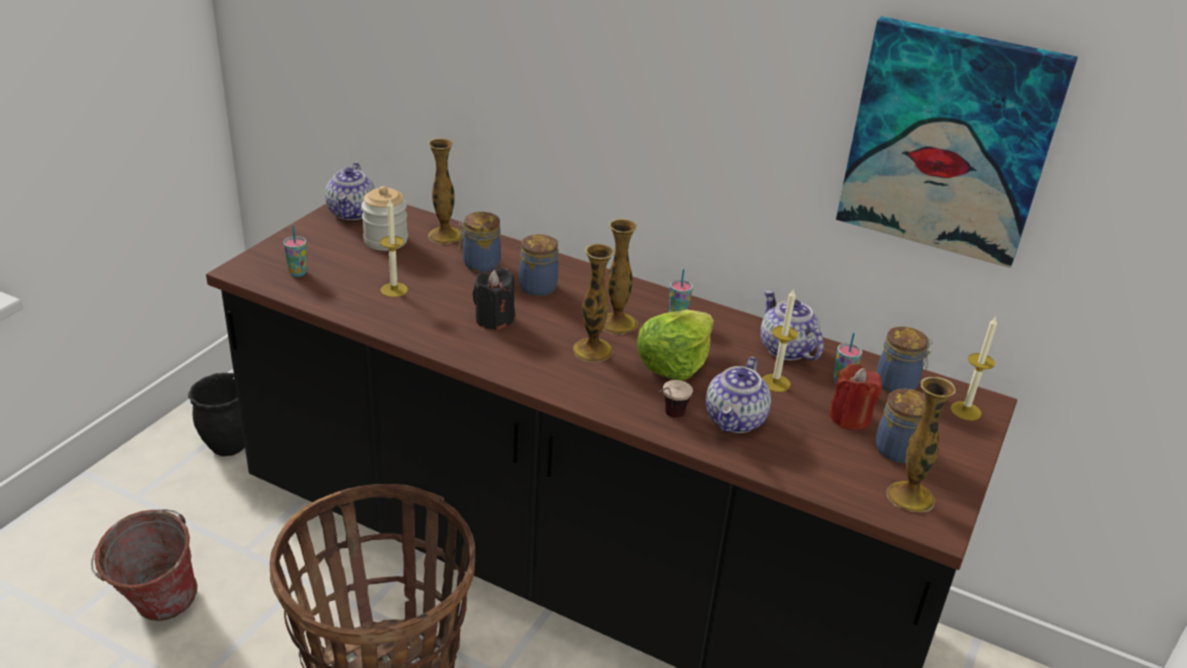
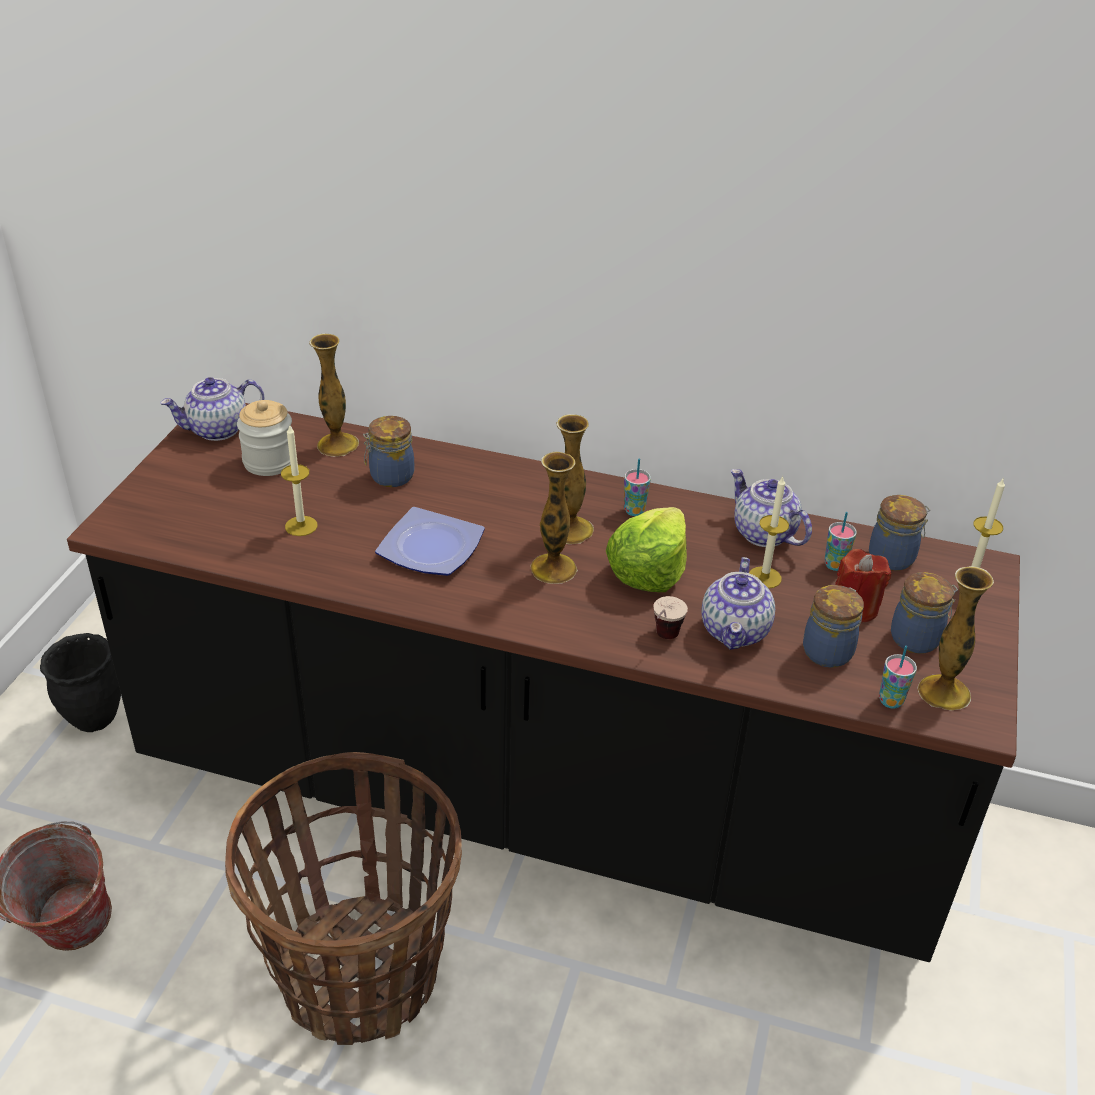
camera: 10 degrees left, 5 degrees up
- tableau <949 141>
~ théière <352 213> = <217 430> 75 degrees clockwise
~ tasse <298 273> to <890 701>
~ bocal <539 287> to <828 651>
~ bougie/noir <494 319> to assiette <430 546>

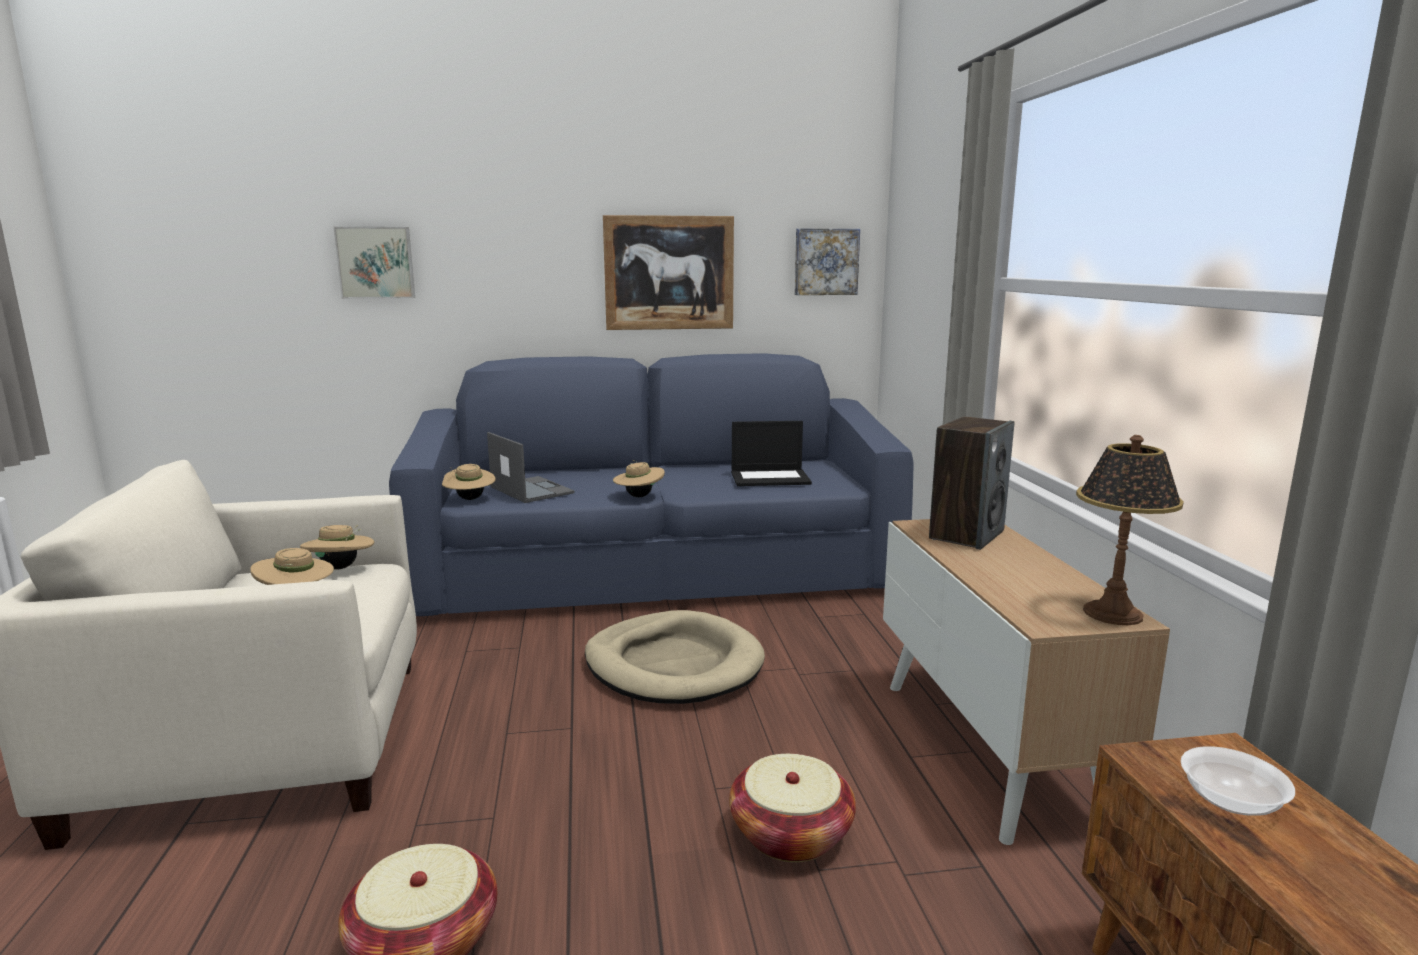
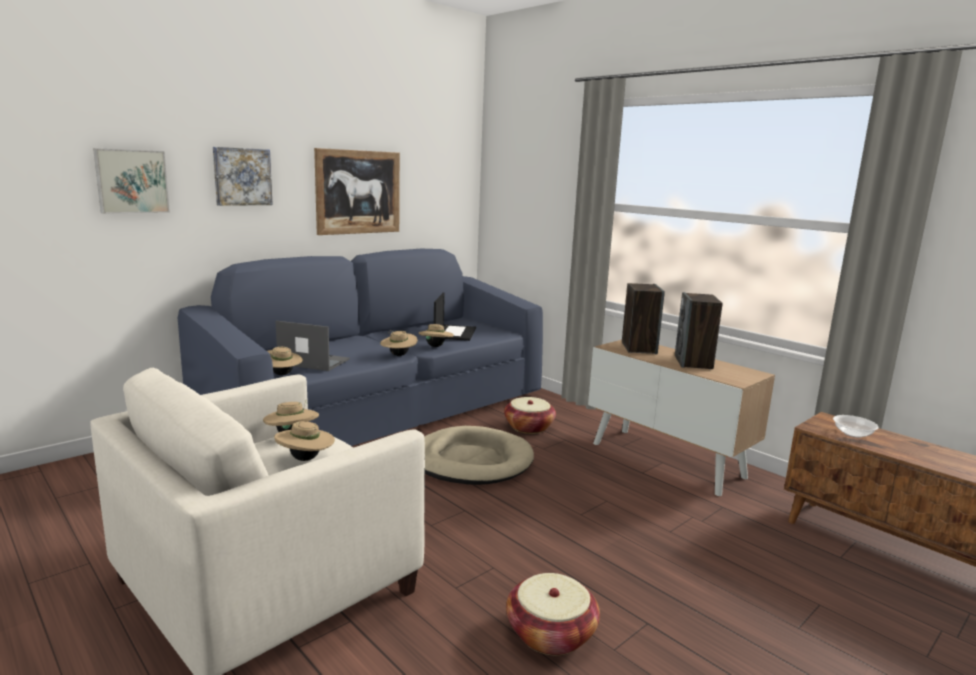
camera: 35 degrees left, 0 degrees up
~ tableau <826 262> to <242 176>
~ ordinateur portable <771 478> = <454 333> 45 degrees counterclockwise
- lampe de table <1113 614>
~ panier <790 834> to <529 427>
+ enceinte <693 362>
+ chapeau/beige <436 346>

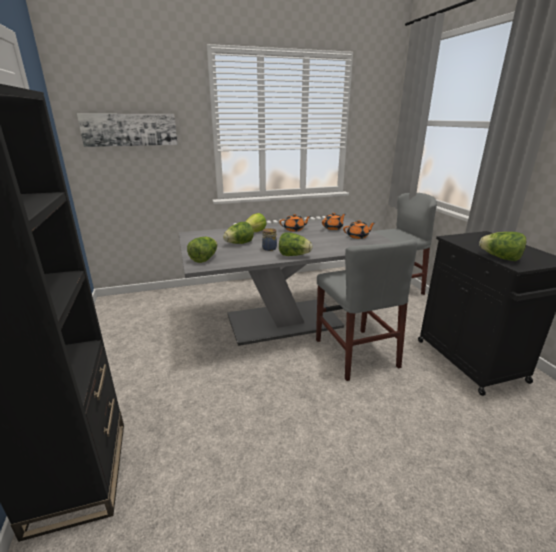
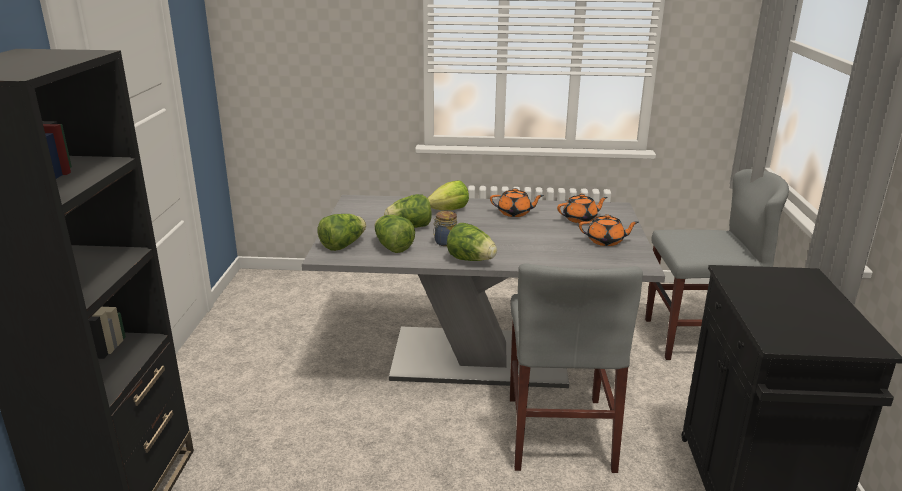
camera: 20 degrees right, 0 degrees up
- tableau <130 129>
~ laitue <500 258> to <392 247>

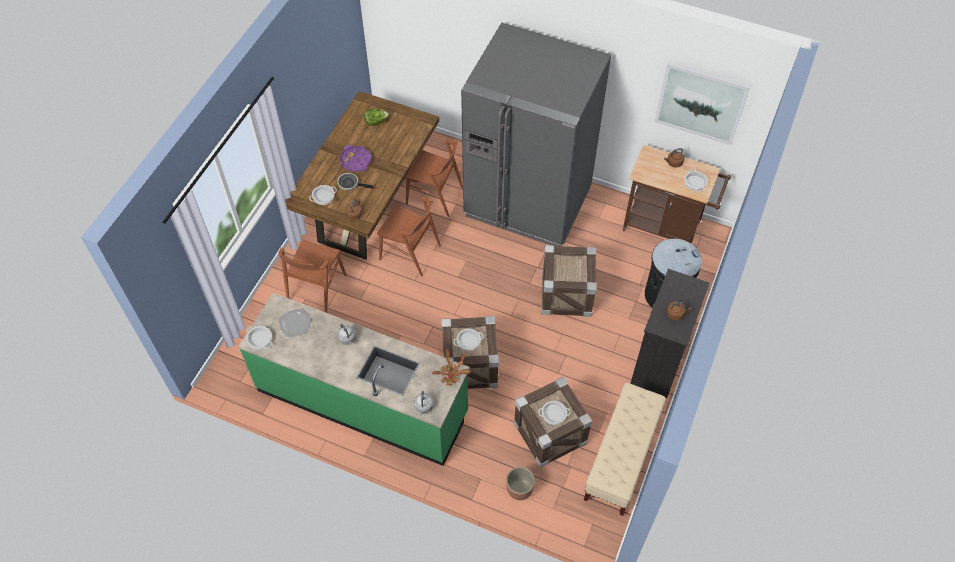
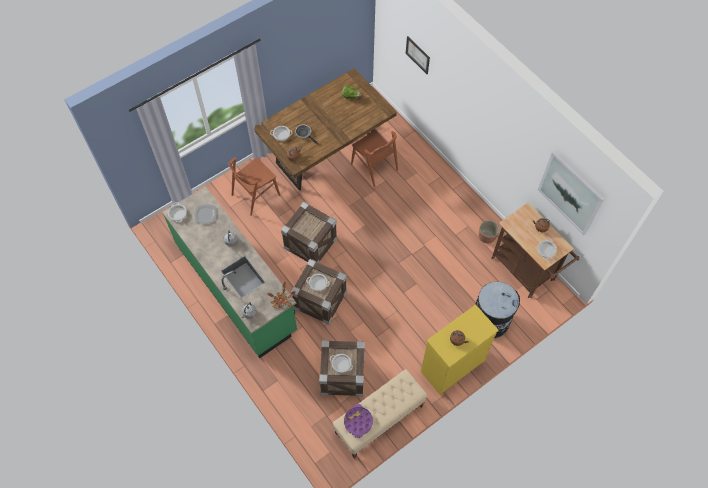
camera: 30 degrees right, 5 degrees up
- réfrigérateur/gris <528 201>
~ plateau/violet <355 161> to <358 421>
- chaise/marron <410 252>
~ caisse <566 294> to <310 243>
~ commode/noir <658 362> to commode/jaune <451 366>
~ cache-pot <519 489> to <486 237>
+ tableau <417 55>

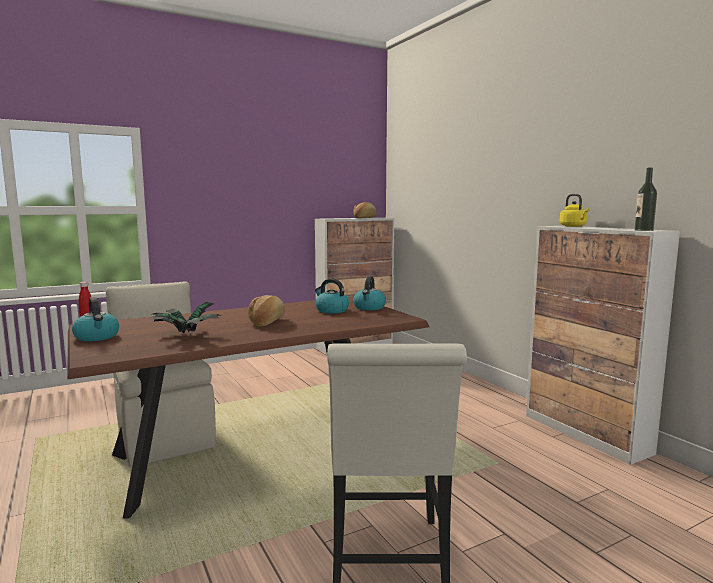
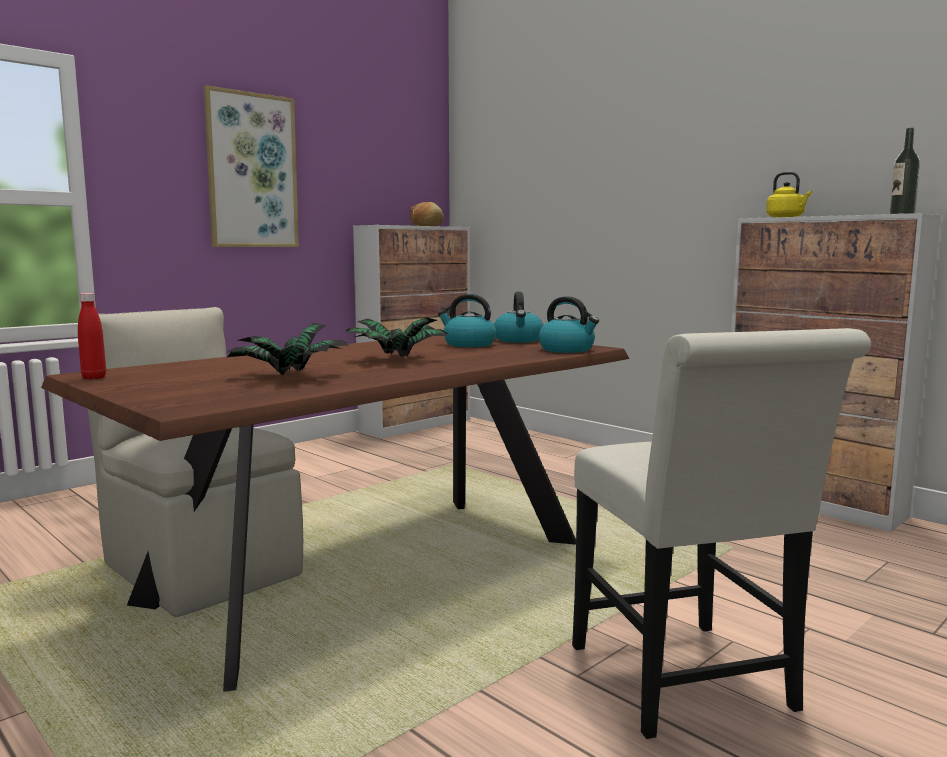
camera: 15 degrees left, 0 degrees up
~ pain <267 322> to plante en pot <395 359>
~ bouilloire <97 337> to <567 350>
+ tableau <252 171>

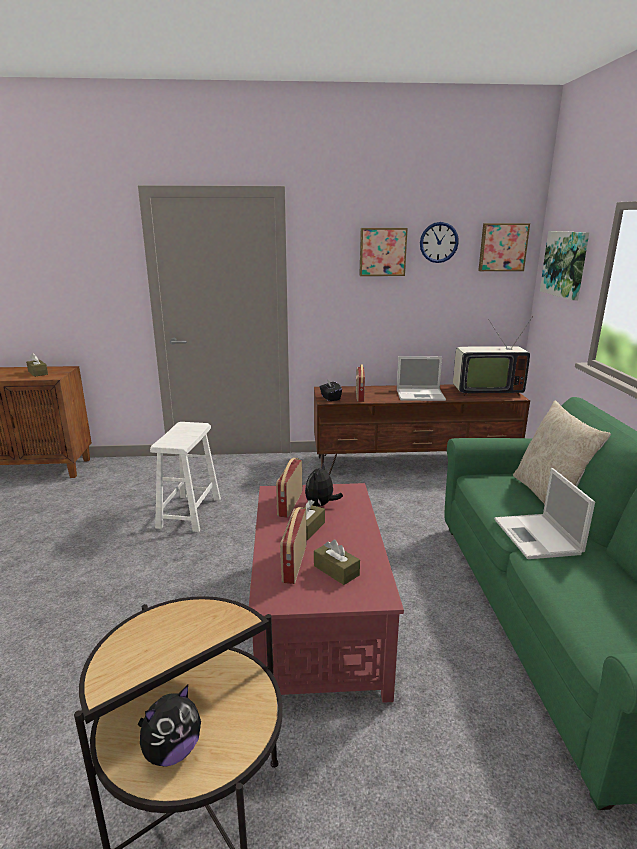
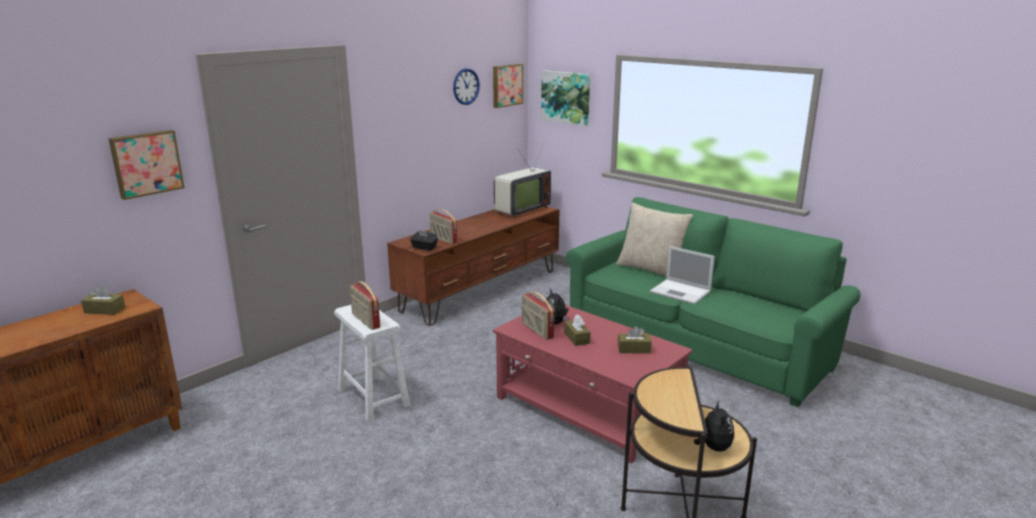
camera: 45 degrees left, 0 degrees up
~ tableau <382 252> to <146 163>
- ordinateur portable <421 395>
~ radio <293 564> to <365 321>

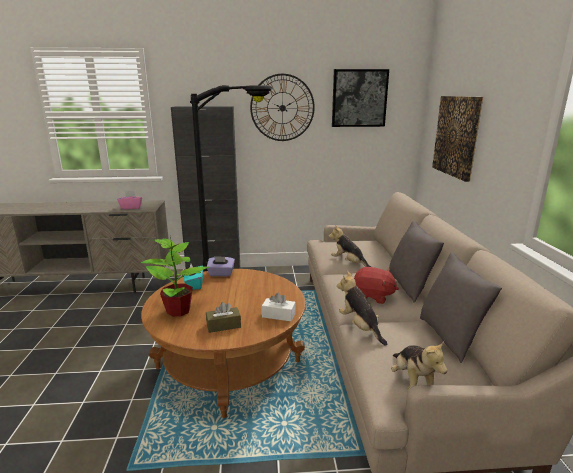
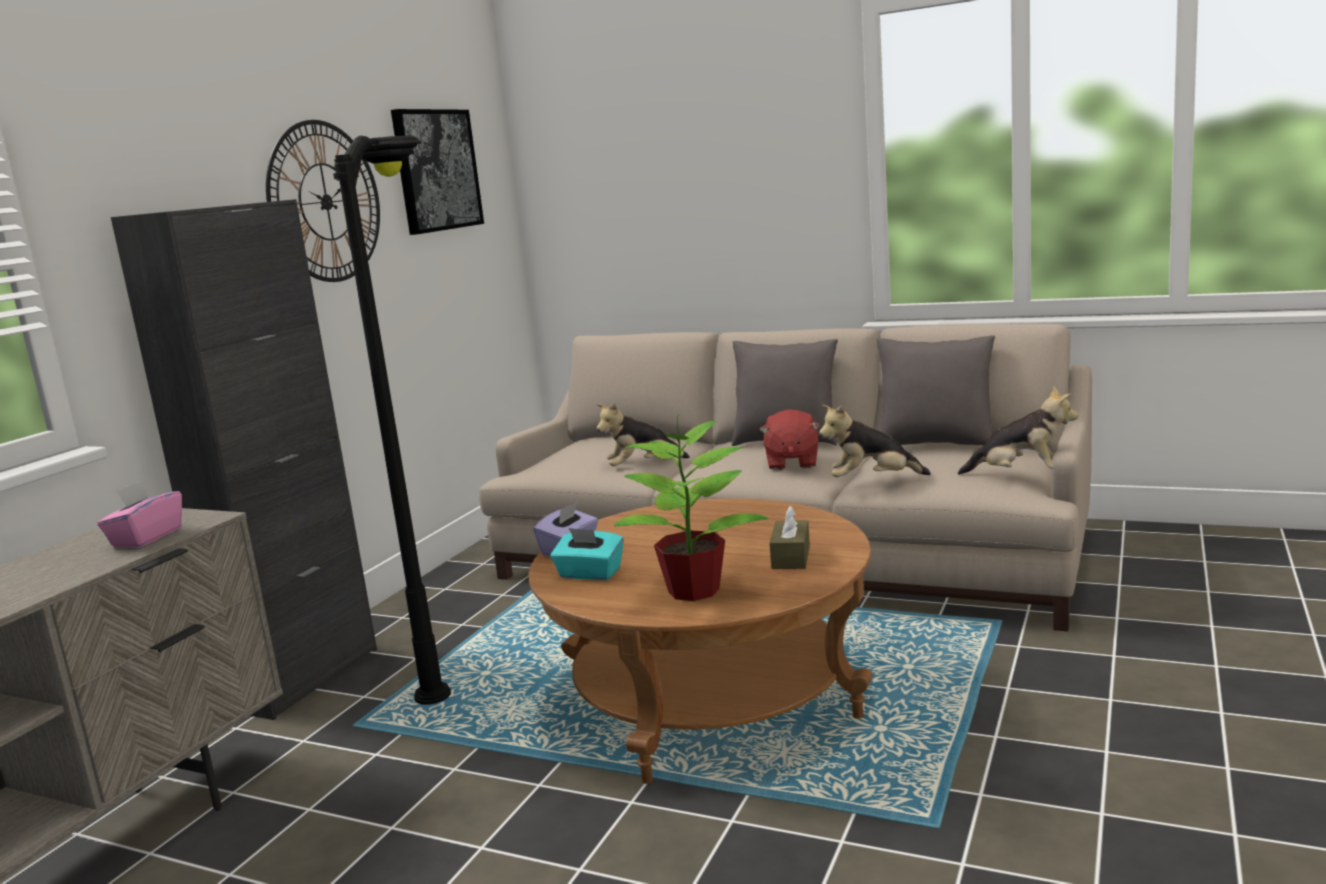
camera: 60 degrees left, 5 degrees down
- tableau <456 136>
~ peluche/rouge <373 296> = <791 463> 135 degrees clockwise
- boîte à mouchoirs/blanc <278 315>

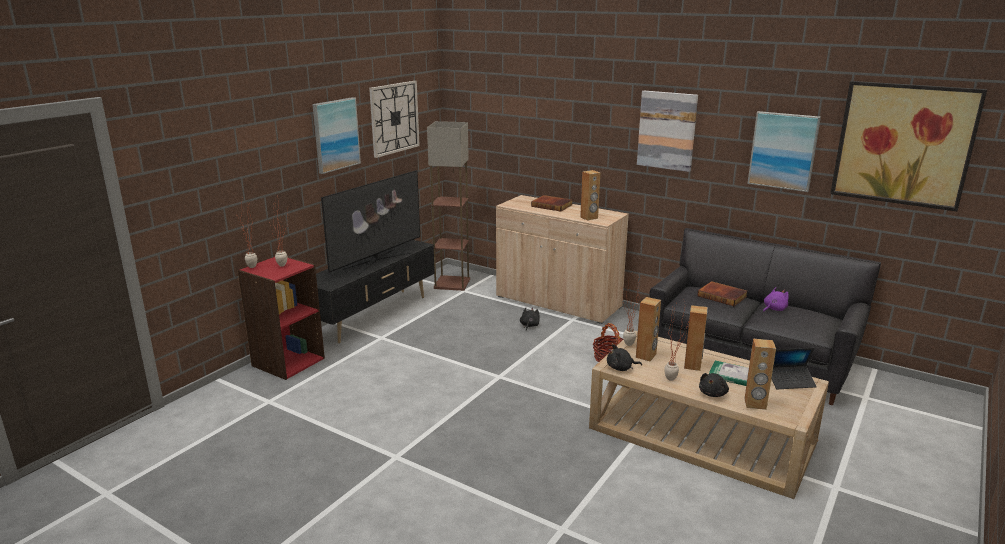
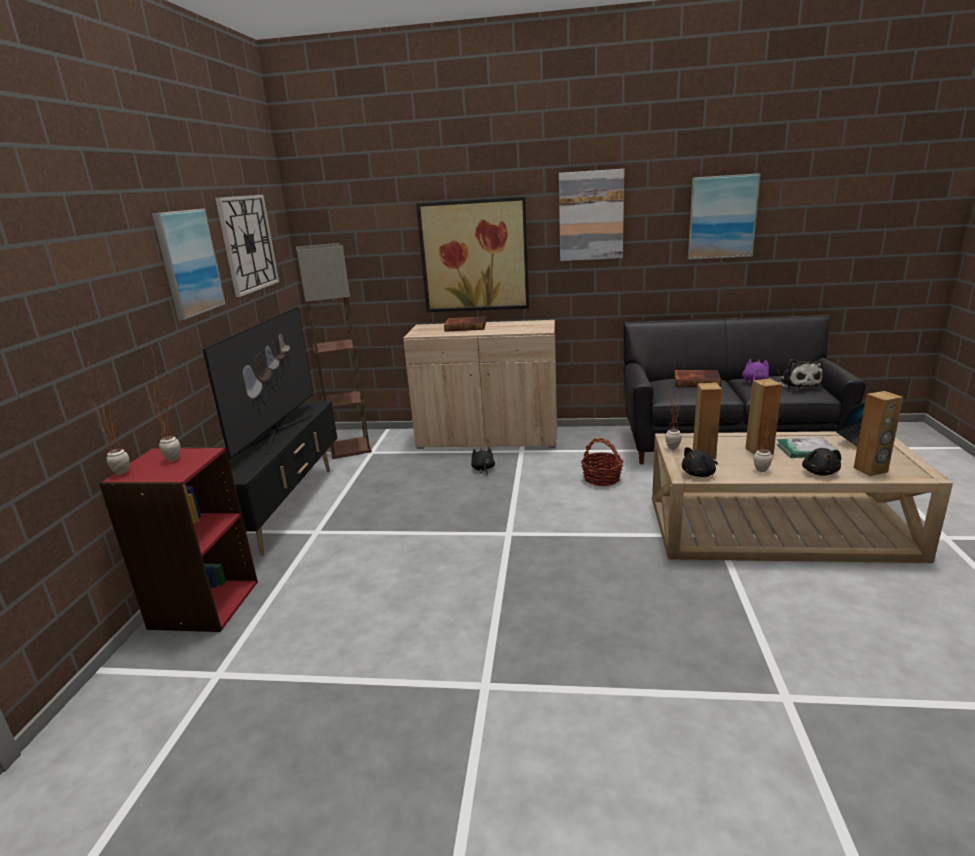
camera: 25 degrees left, 0 degrees up
~ tableau <903 144> to <474 256>
- enceinte/marron <589 218>
+ peluche <798 384>

